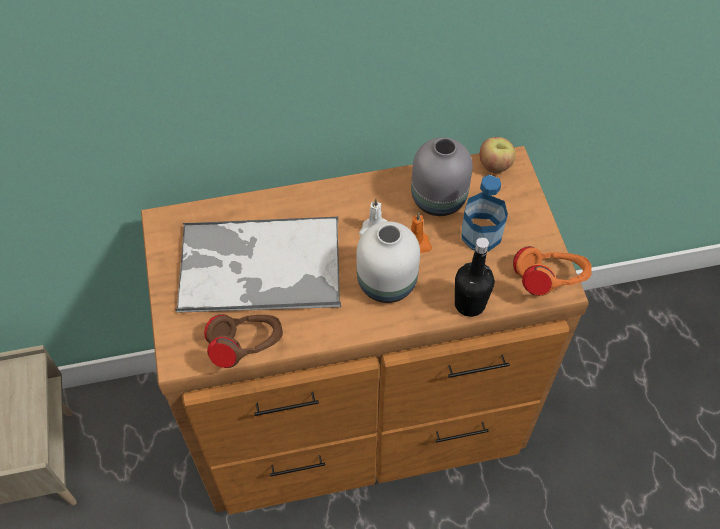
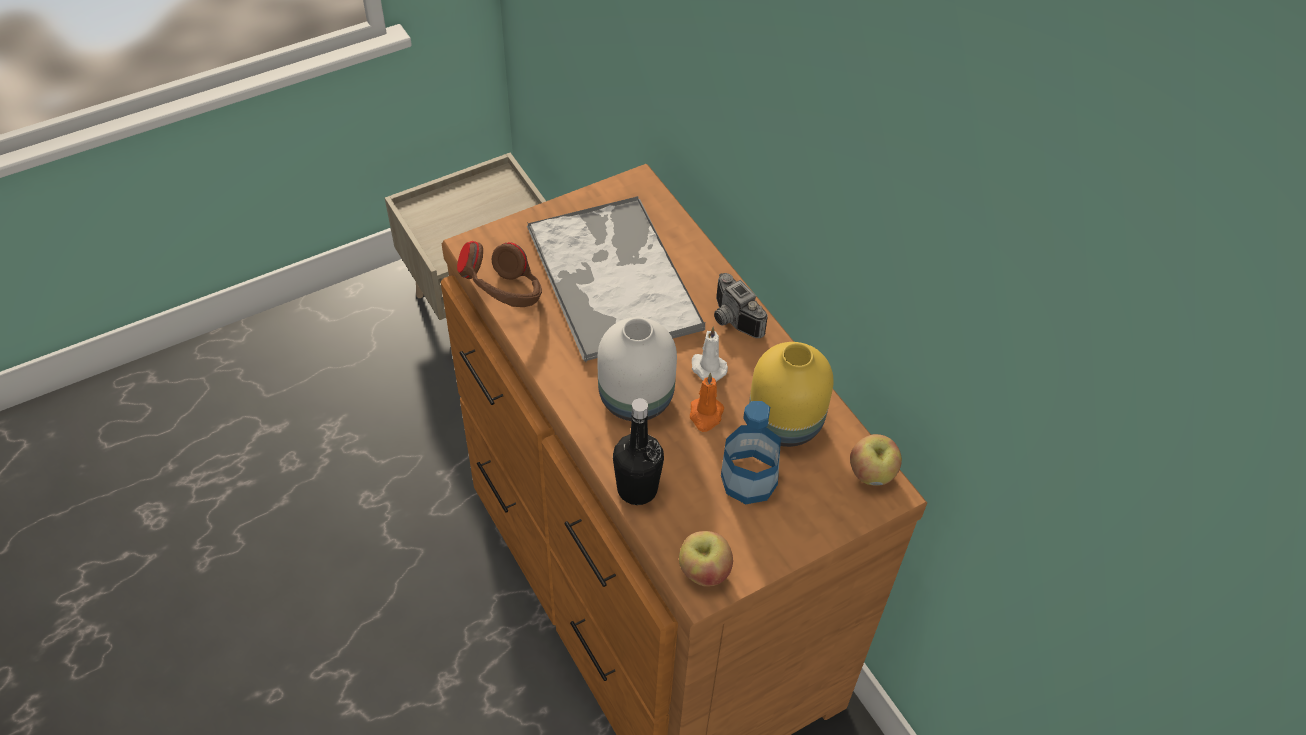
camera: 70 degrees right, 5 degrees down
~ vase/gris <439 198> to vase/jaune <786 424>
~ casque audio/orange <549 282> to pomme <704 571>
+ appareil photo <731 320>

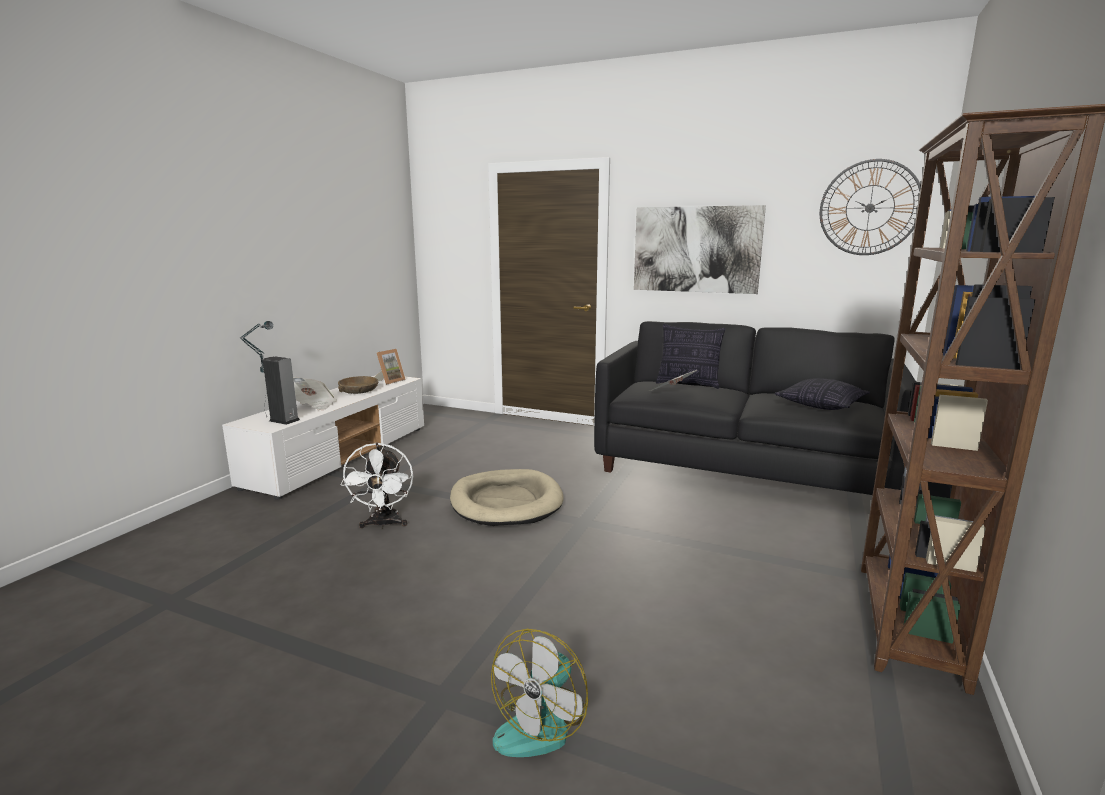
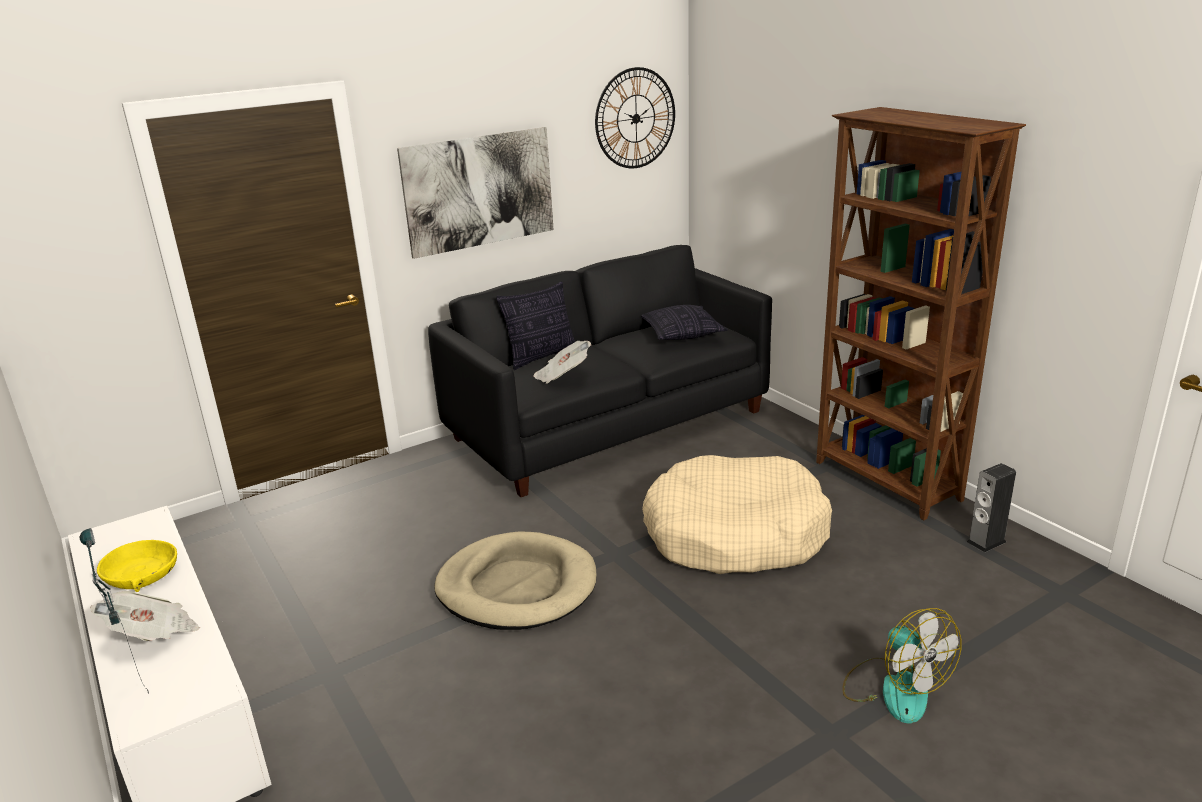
camera: 55 degrees left, 10 degrees up
- cadre photo <390 381>
~ enceinte <284 420> to <986 542>
~ bol/marron <358 391> to bol/jaune <142 575>
- ventilateur/blanc <383 524>
+ panier pour chien/beige <734 534>

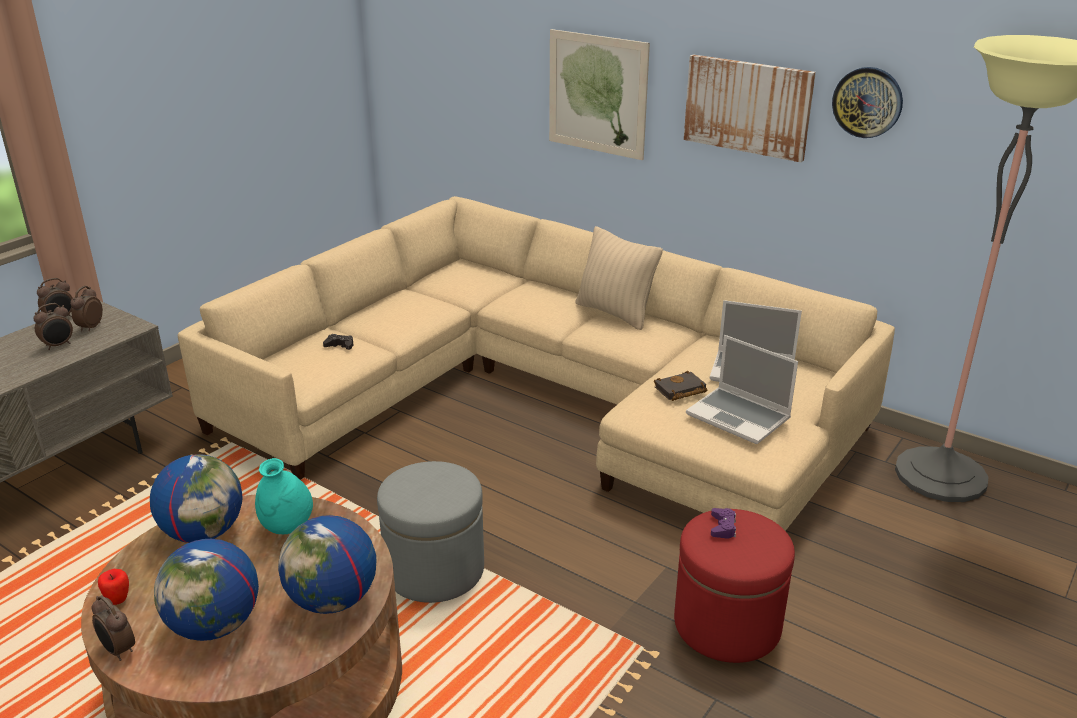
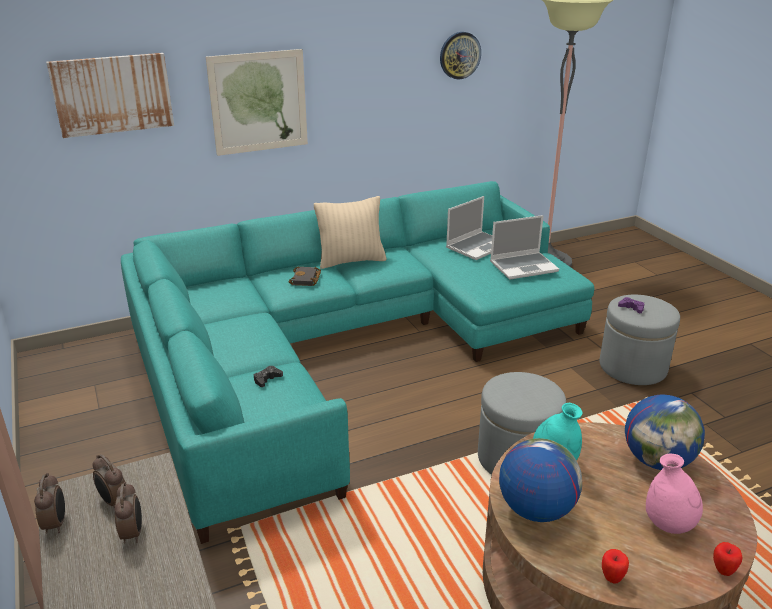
camera: 60 degrees left, 0 degrees up
~ tableau <747 106> to <112 94>
~ canapé/beige <545 398> to canapé/turquoise <345 346>
~ livre/noir <680 391> to <306 279>
~ pouf/rouge <727 624> to pouf/gris <633 367>
~ globe <215 626> to vase/rose <668 525>
- réveil <118 650>
+ pomme <723 571>

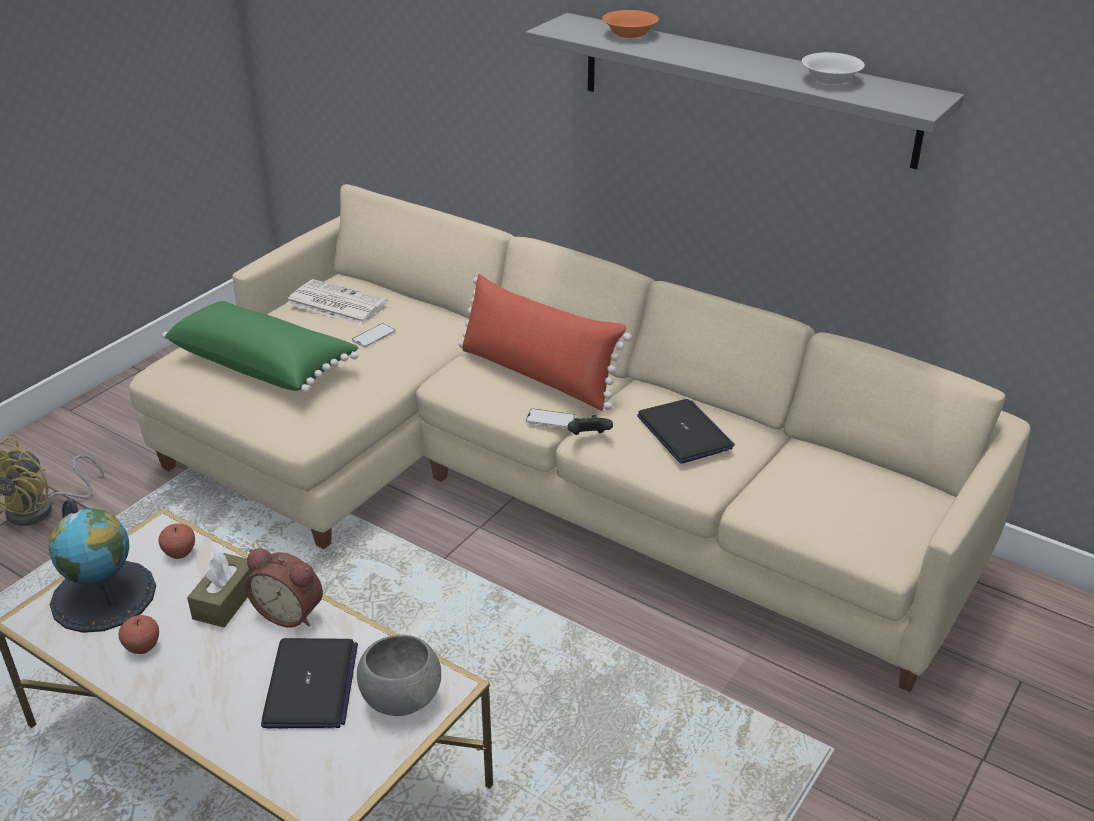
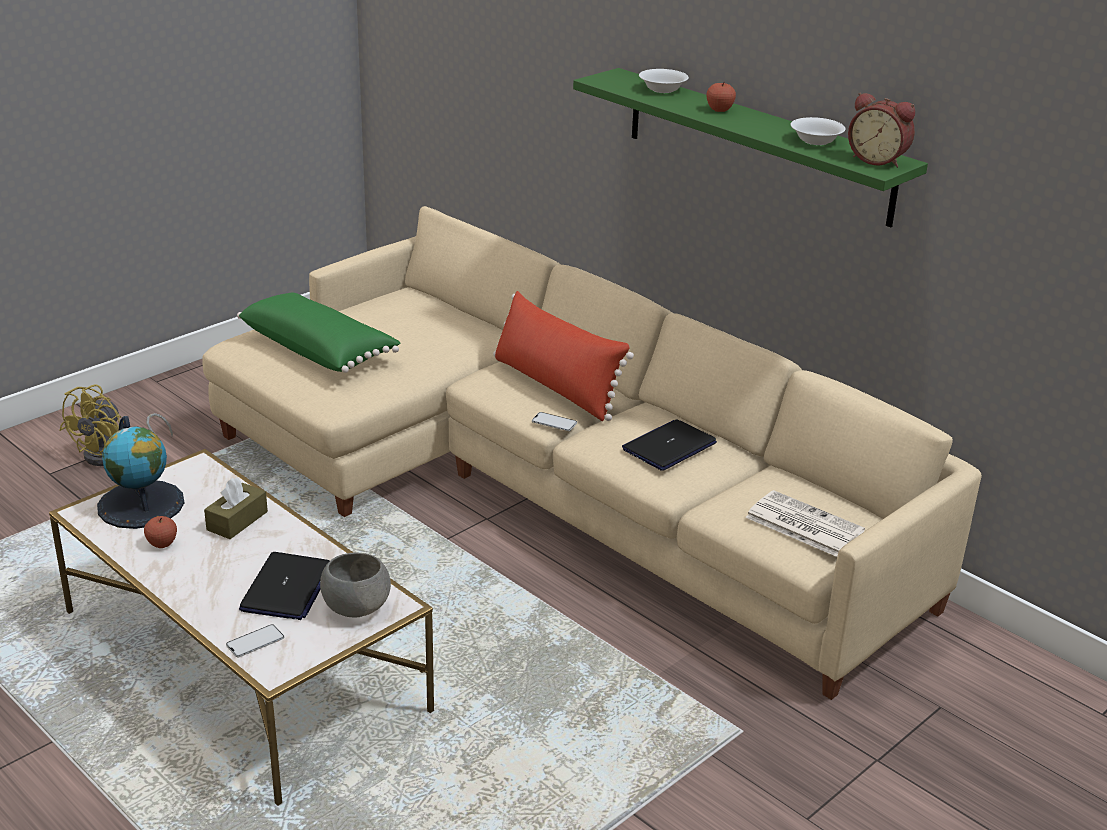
camera: 10 degrees right, 5 degrees down
~ bol/orange <629 34> to bol/blanc <662 89>
~ étagère/gris <745 88> to étagère/vert <757 145>
~ journal <335 303> to <802 524>
~ téléphone <374 336> to <255 641>
~ ordinateur portable <685 433> = <669 446> 120 degrees counterclockwise
- manette/noir <588 437>
~ pomme <180 553> to <719 110>
~ réveil <291 612> to <878 160>

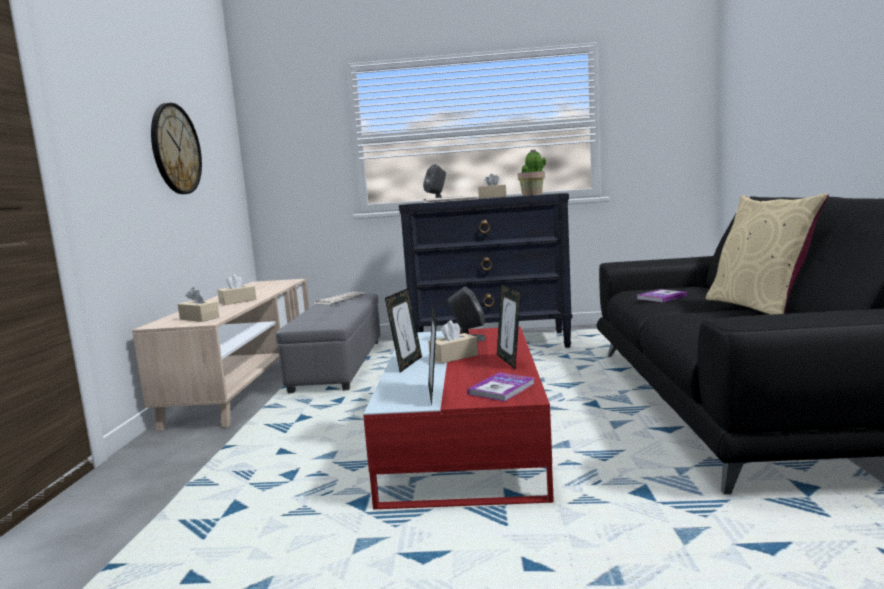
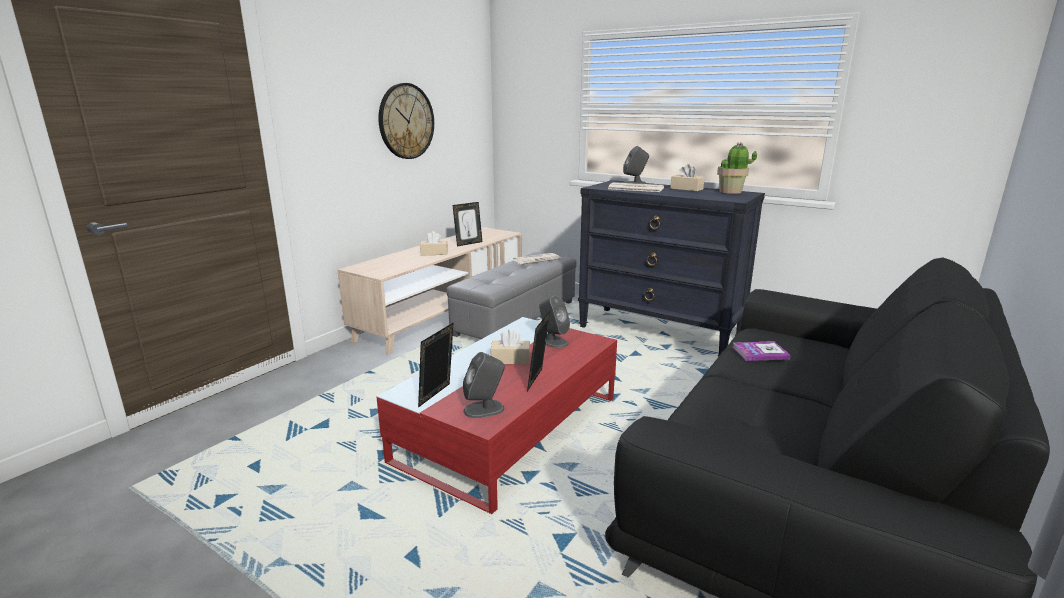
camera: 30 degrees right, 10 degrees up
- coussin/beige <758 308>
- boîte à mouchoirs/beige <199 318>
~ cadre photo <407 364> to <468 243>
~ livre <501 389> to enceinte/gris <484 409>

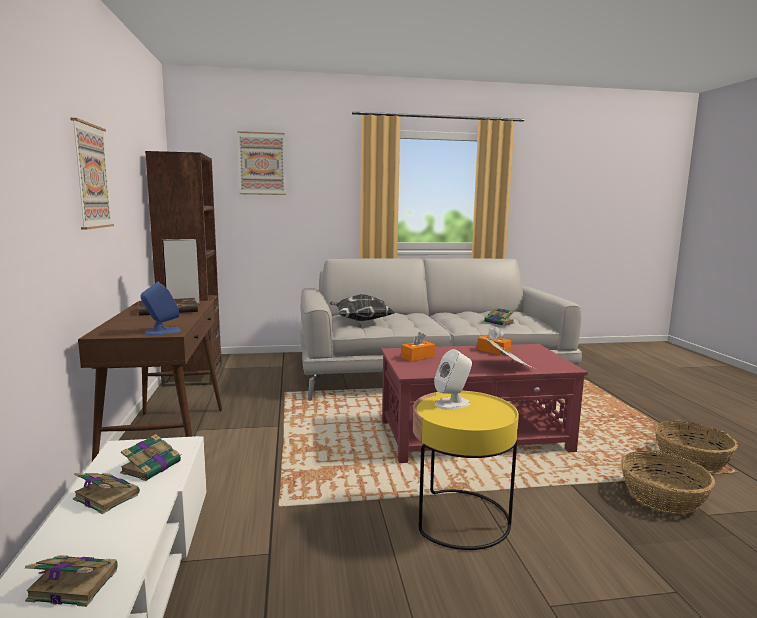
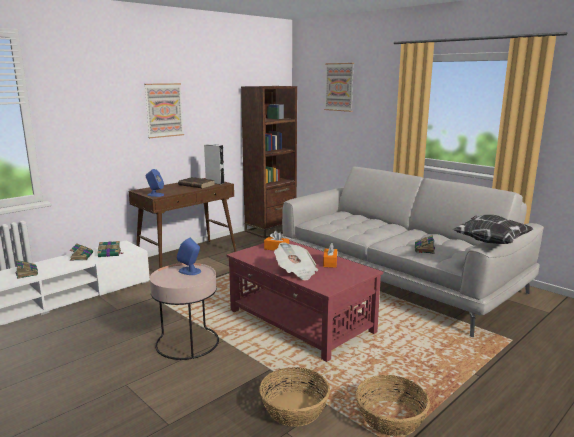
camera: 55 degrees right, 5 degrees up
~ coussin <360 321> to <490 242>
~ enceinte/blanc <452 403> to enceinte/bleu <190 271>
~ table d'appoint/jaune <460 519> to table d'appoint/rose <187 343>

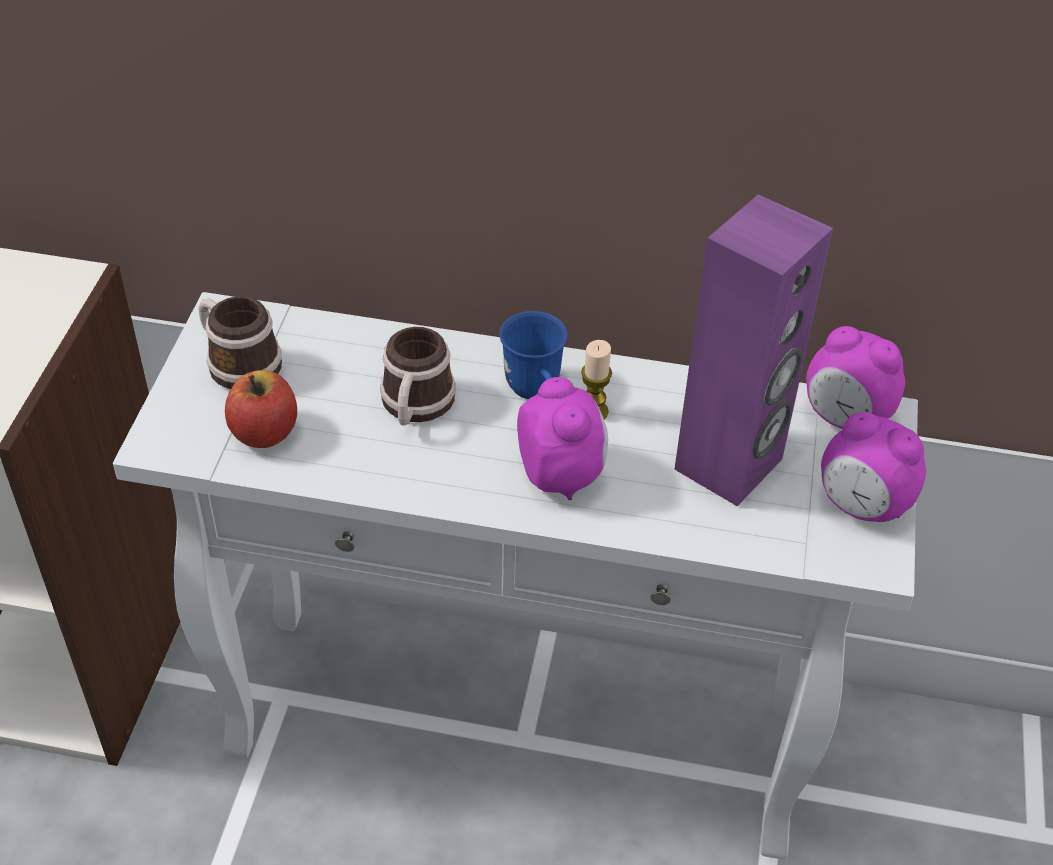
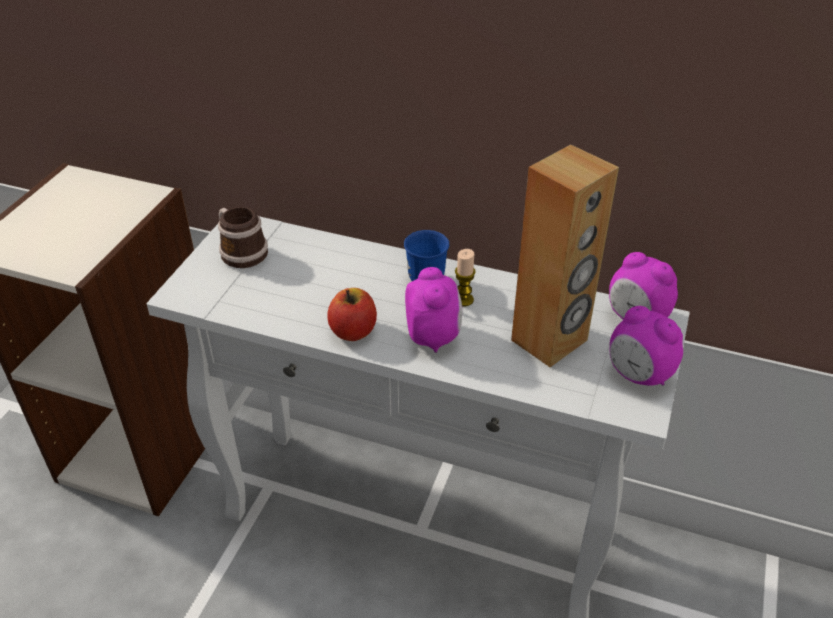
camera: 10 degrees right, 5 degrees down
~ enceinte/violet <730 465> to enceinte/marron <550 341>
- mug <415 407>
~ pomme <265 432> to <353 331>

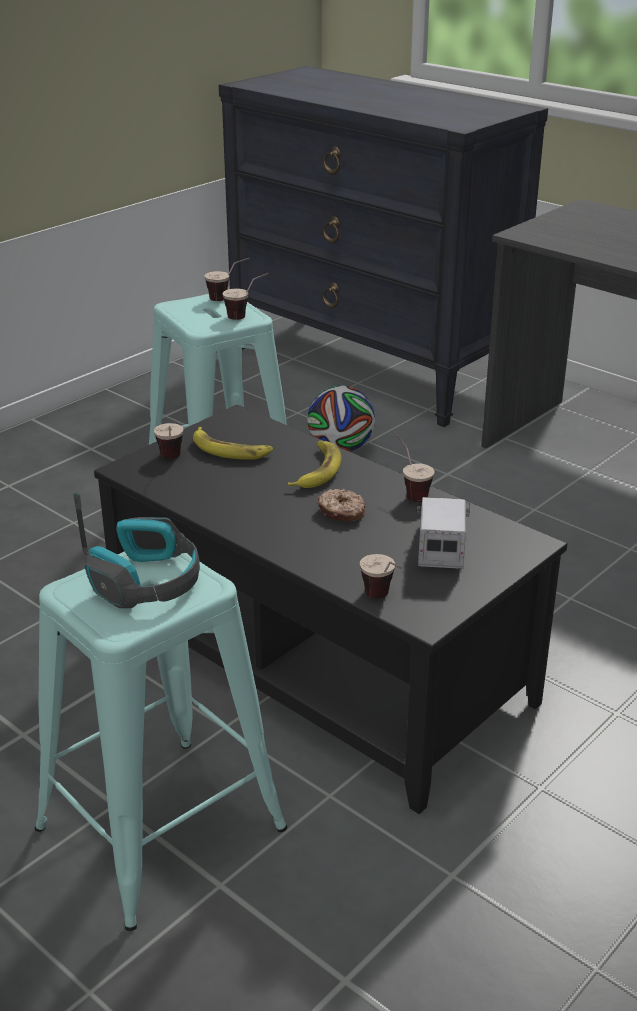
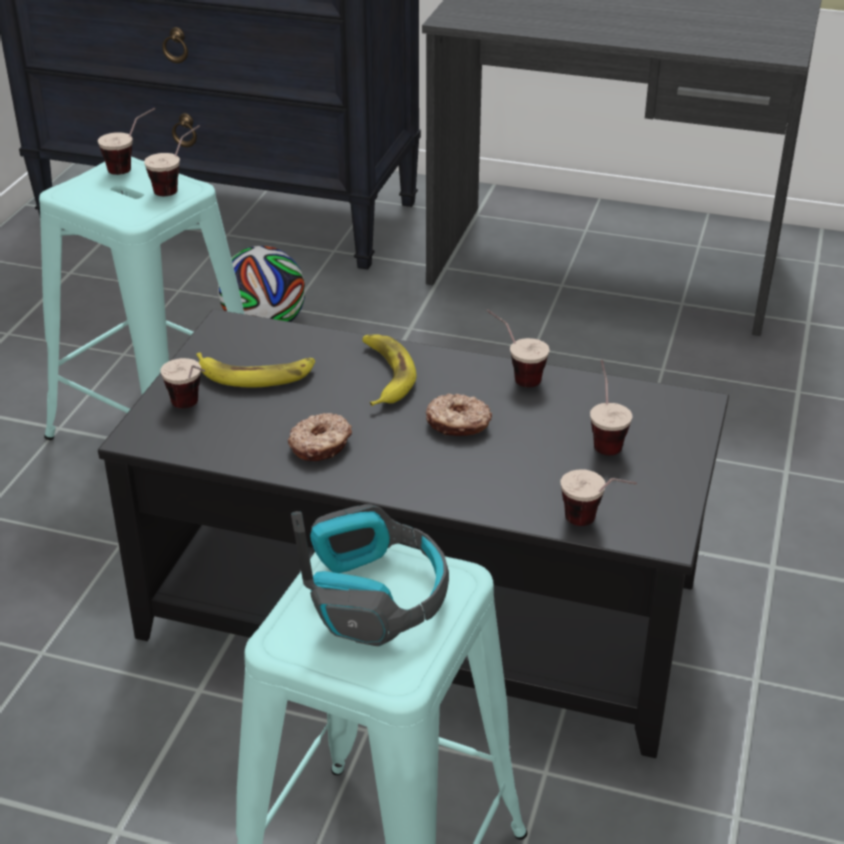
camera: 25 degrees left, 5 degrees up
~ camion jouet <441 547> to tasse <604 437>
+ beignet <321 445>

